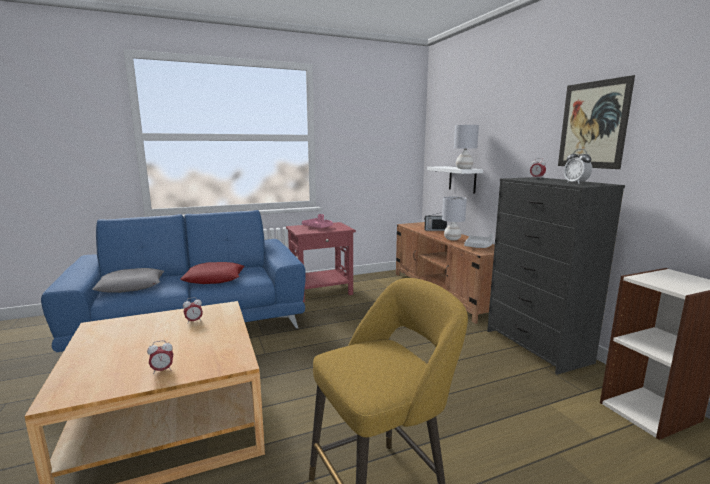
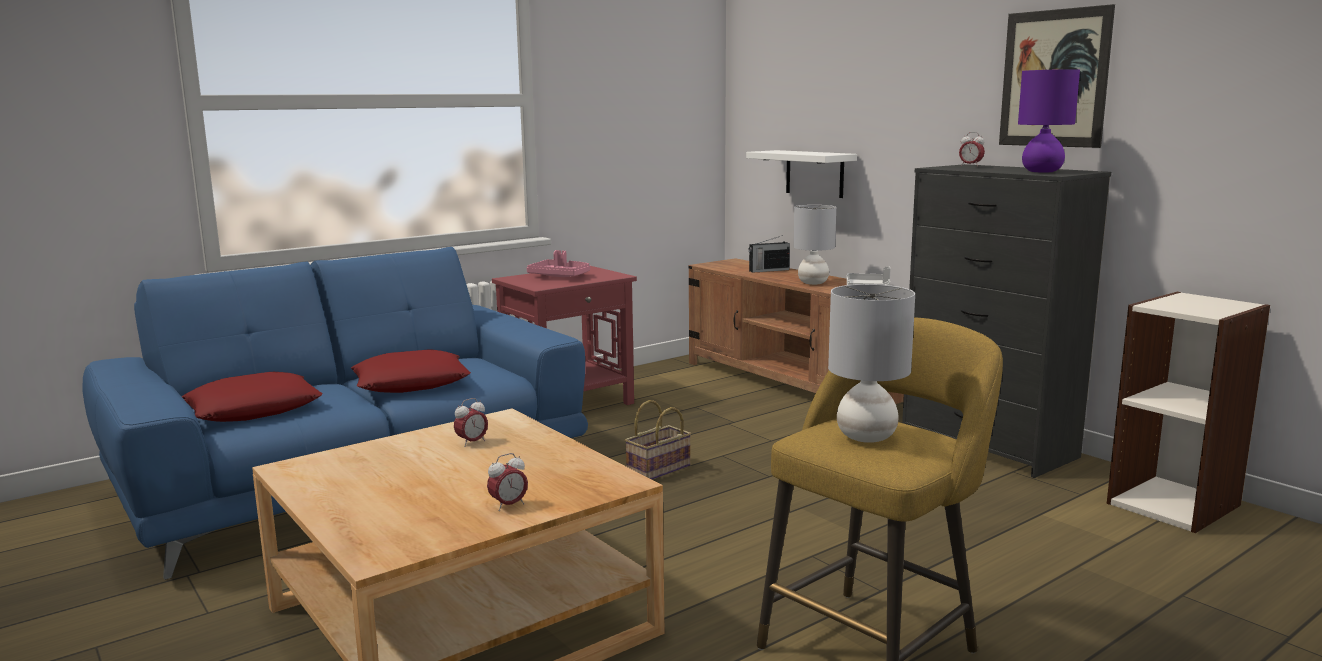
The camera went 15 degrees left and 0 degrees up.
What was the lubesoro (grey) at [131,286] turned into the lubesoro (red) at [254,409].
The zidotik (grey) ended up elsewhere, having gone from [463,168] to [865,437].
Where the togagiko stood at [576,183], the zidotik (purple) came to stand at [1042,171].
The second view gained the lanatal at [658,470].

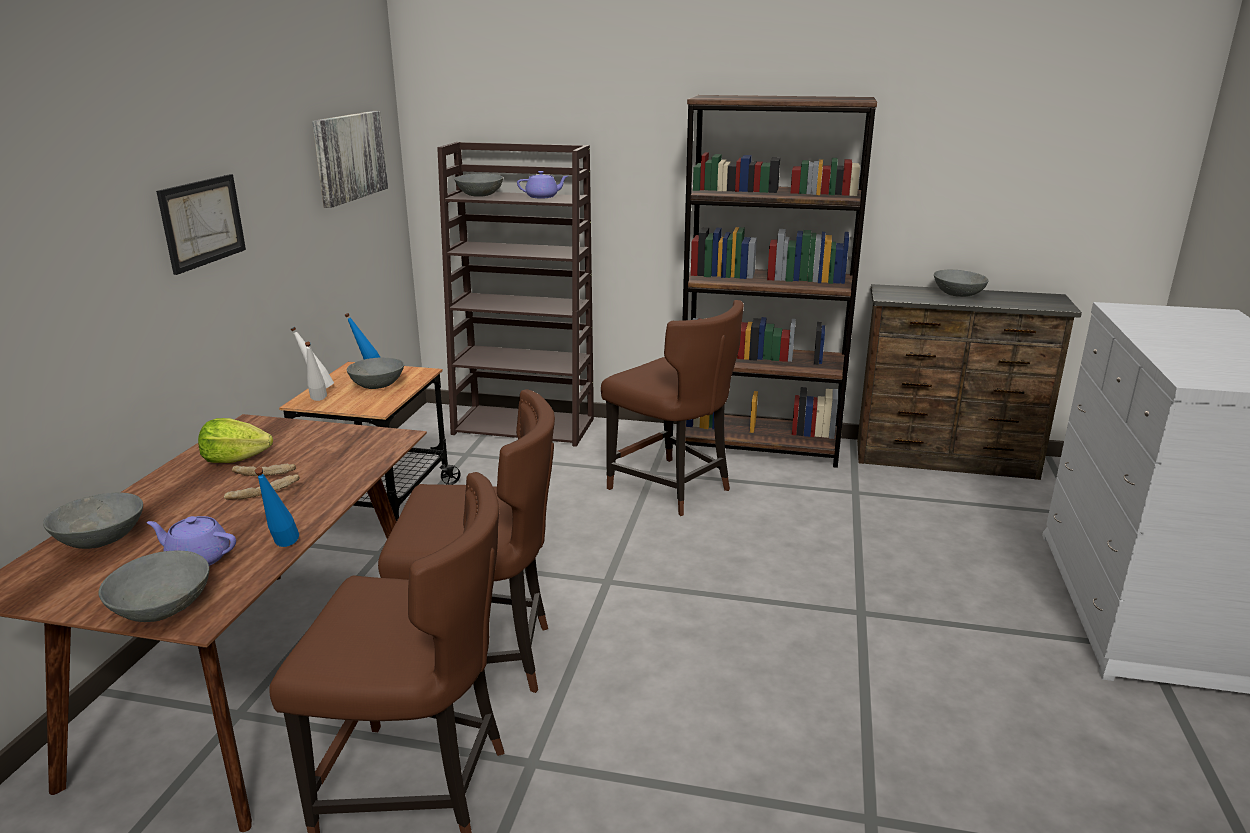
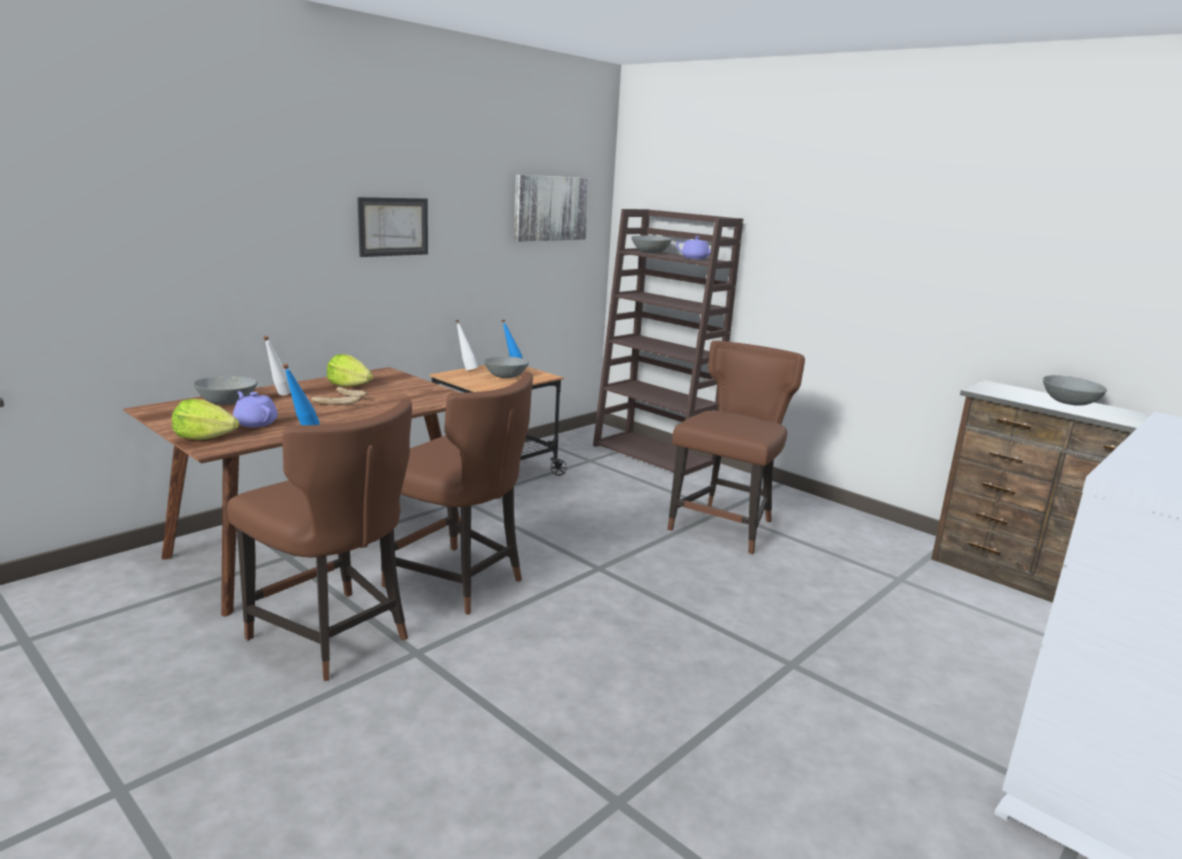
The camera went 30 degrees right and 5 degrees down.
Where the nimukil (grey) stood at [161,607], the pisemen came to stand at [204,437].
The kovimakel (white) ended up elsewhere, having gone from [318,401] to [279,395].
The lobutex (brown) at [672,488] ended up facing another way, 135 degrees counterclockwise from before.
The second view lost the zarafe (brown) at [759,446].

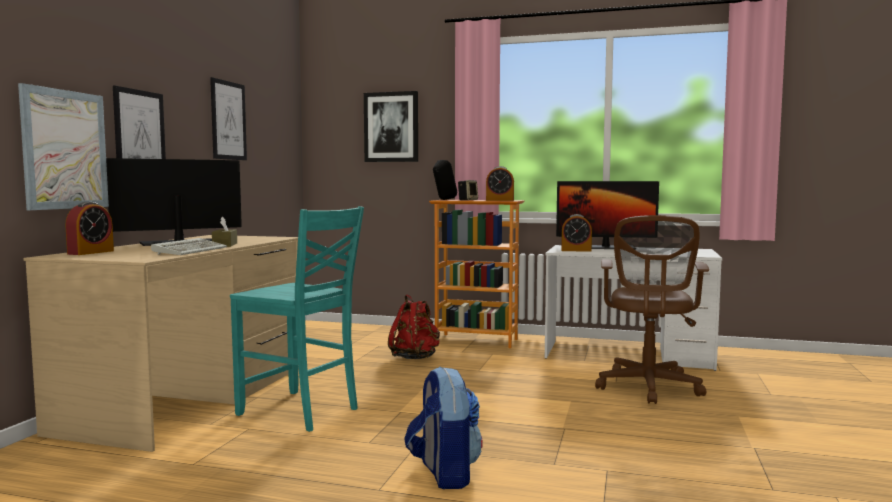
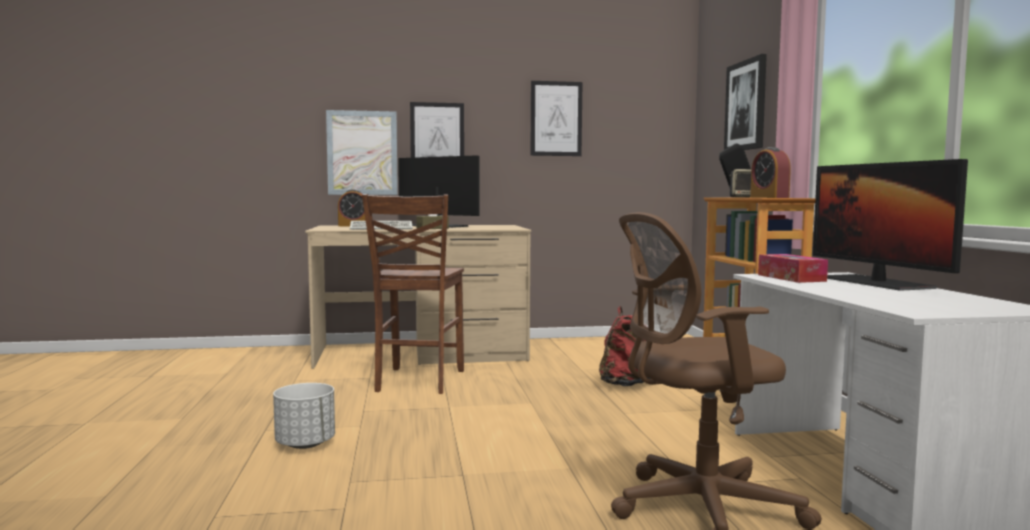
The camera went 65 degrees right and 0 degrees up.
What was the lobutex (turquoise) at [300,412] turned into the lobutex (brown) at [417,381].
Where the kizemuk stood at [444,473], the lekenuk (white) came to stand at [305,444].
Where the togagiko stood at [576,250], the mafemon came to stand at [791,278].

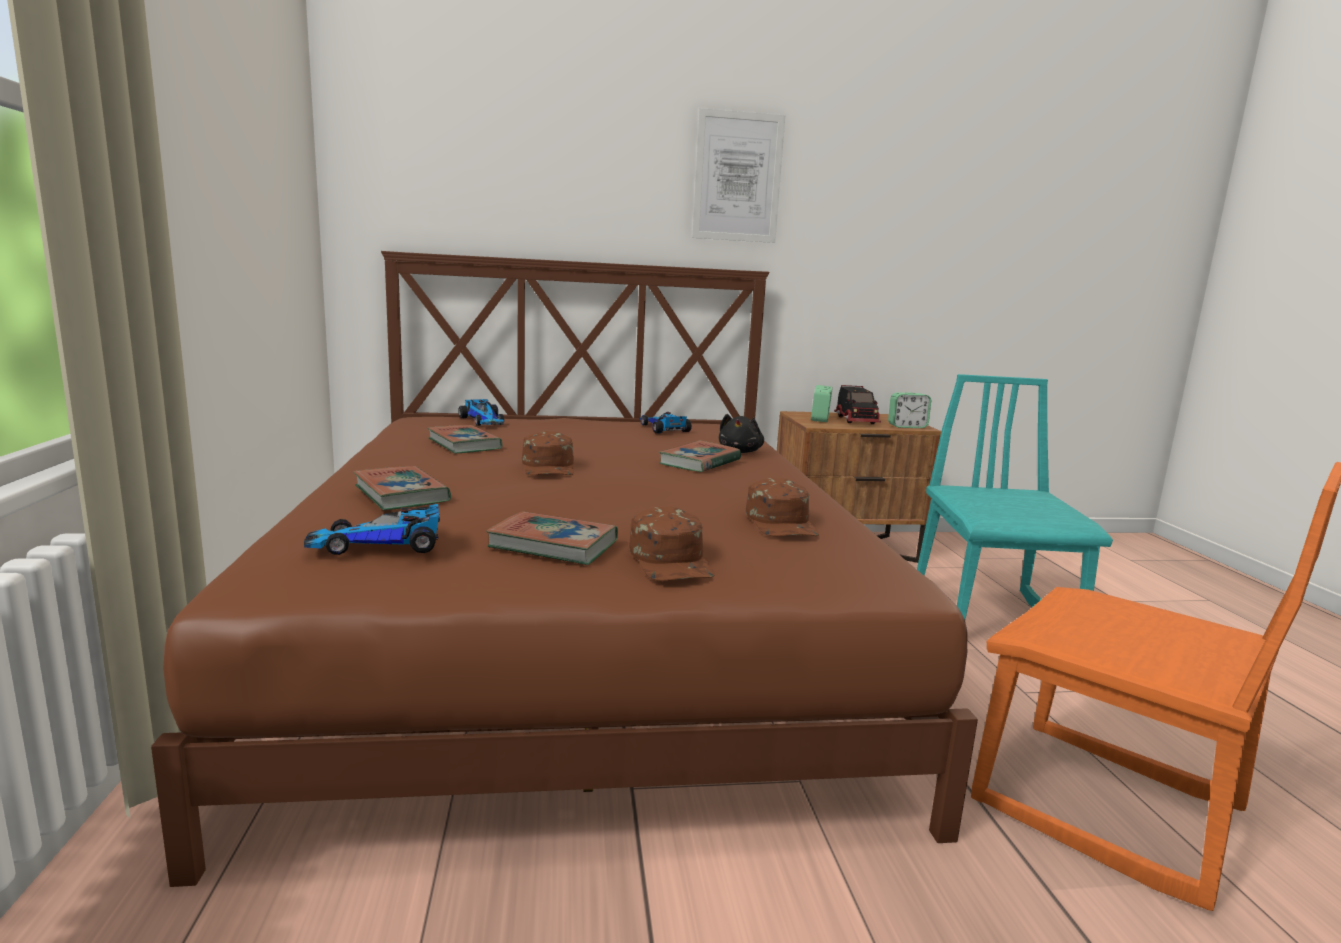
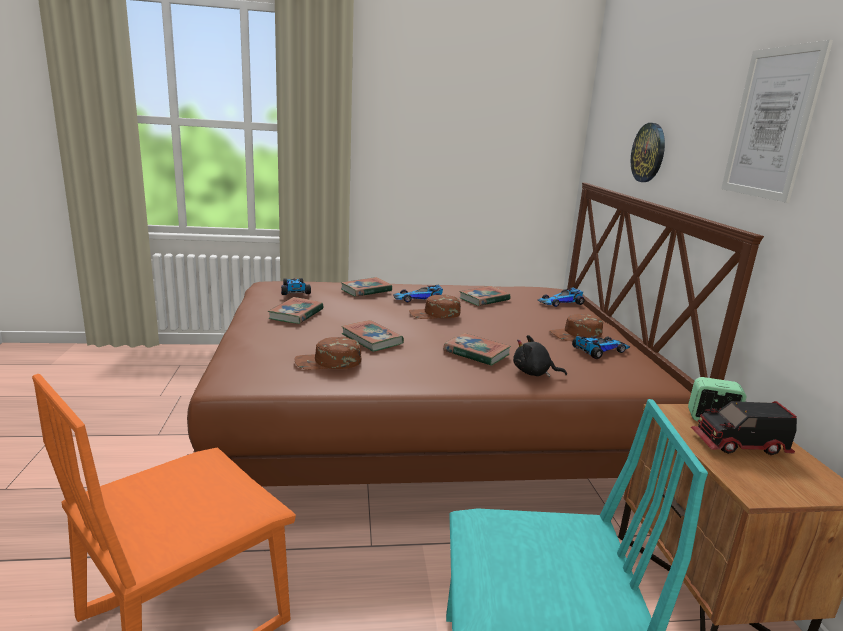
The camera went 90 degrees right and 5 degrees up.
The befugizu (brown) ended up elsewhere, having gone from [672,560] to [576,334].
The second view lost the togagiko at [907,426].
The second view gained the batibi at [372,339].
The second view gained the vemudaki at [419,299].
The second view gained the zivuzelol at [648,152].

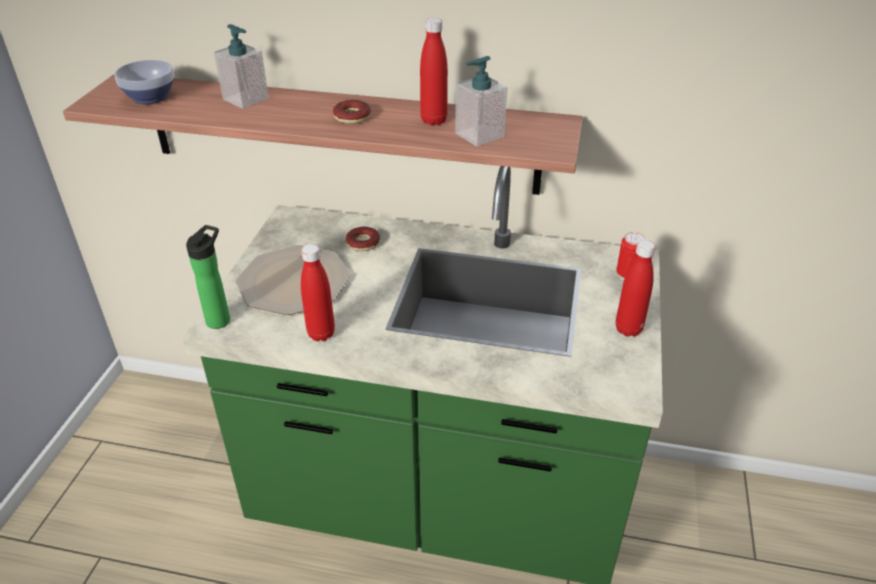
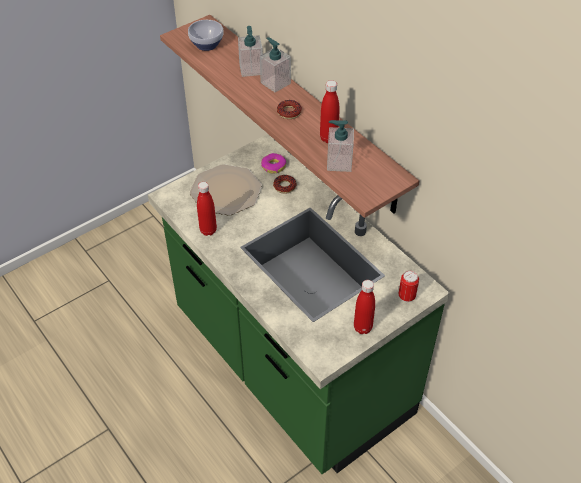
The camera went 40 degrees right and 10 degrees up.
The second view lost the kovimakel at [220,319].
The second view gained the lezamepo at [275,83].
The second view gained the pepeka at [273,166].

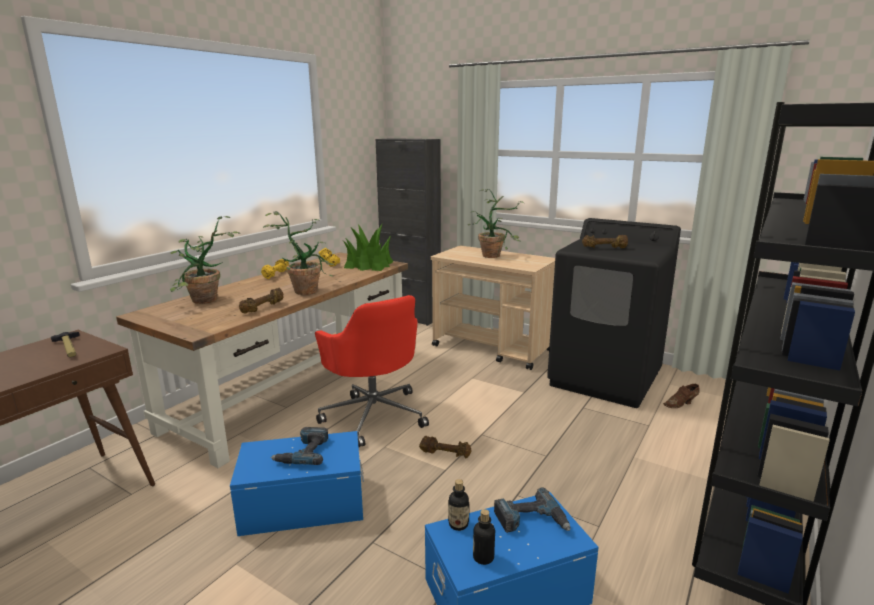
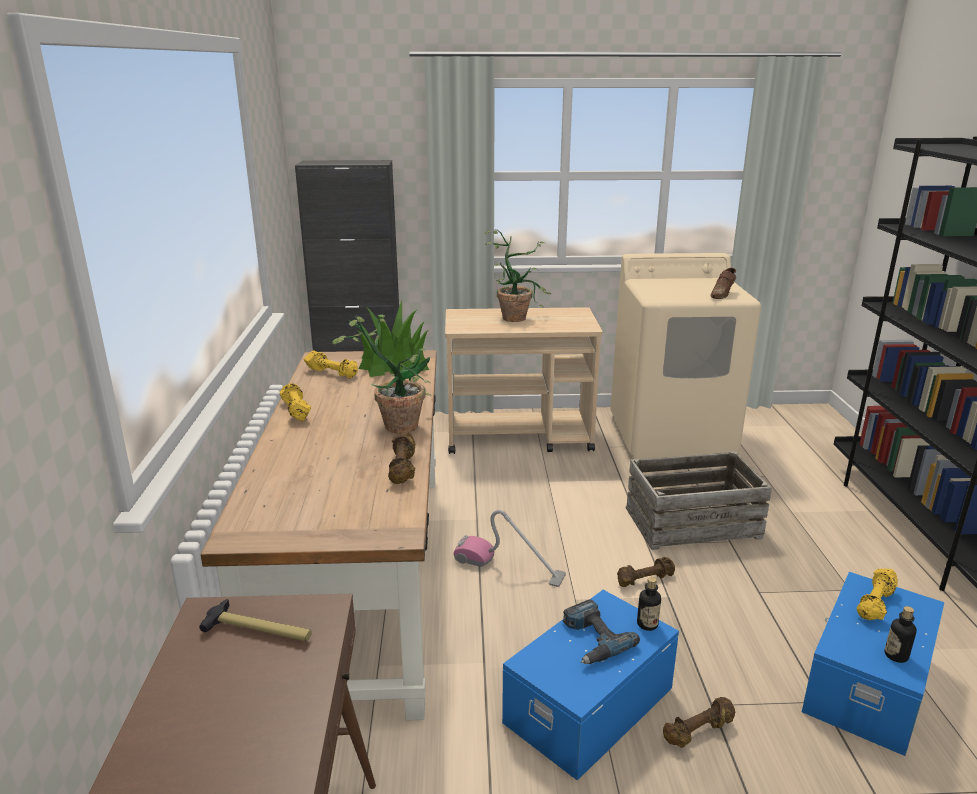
The camera went 35 degrees left and 5 degrees up.
The second view lost the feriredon at [205,302].
Where the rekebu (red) stood at [374,415], the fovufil came to stand at [509,567].
The kovimakel ended up elsewhere, having gone from [458,524] to [647,624].
Where the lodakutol stood at [531,520], the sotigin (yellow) came to stand at [876,604].
What was the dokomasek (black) at [605,379] turned into the dokomasek (beige) at [671,438].
The sotigin (brown) ended up elsewhere, having gone from [604,248] to [698,732].
The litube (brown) ended up elsewhere, having gone from [681,404] to [723,294].
The second view gained the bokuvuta at [692,524].

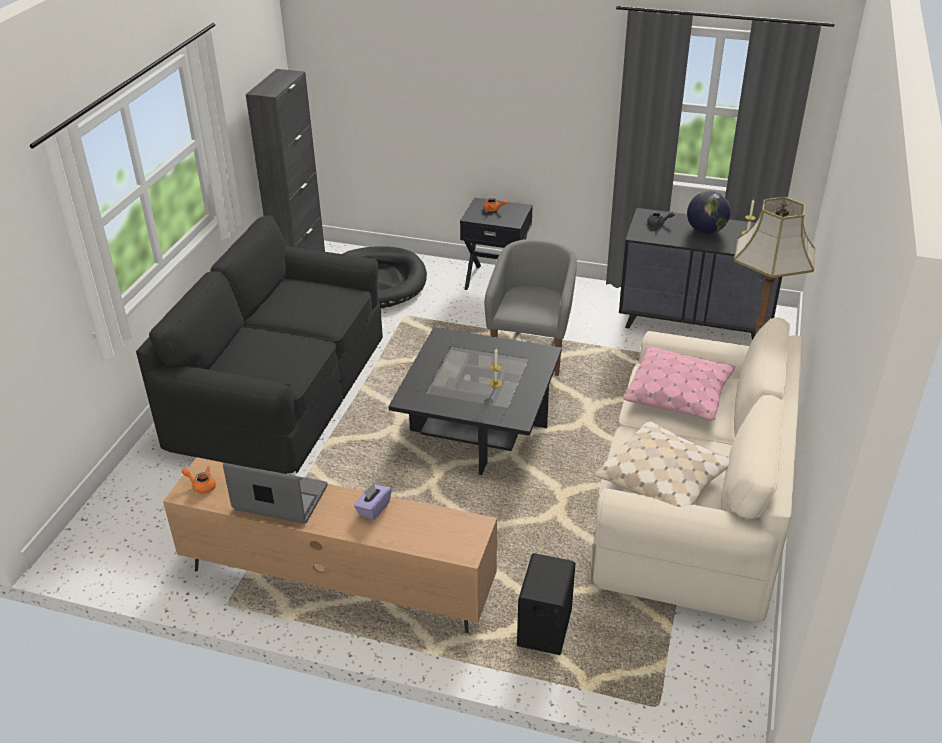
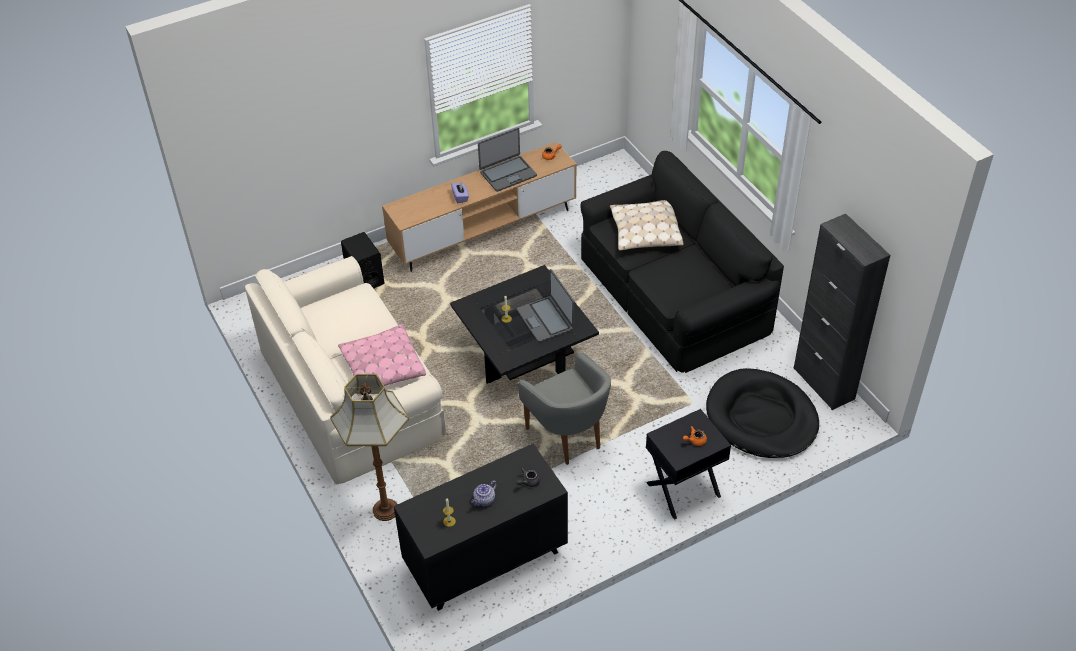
The camera went 135 degrees right and 10 degrees up.
The lubesoro (beige) ended up elsewhere, having gone from [663,480] to [645,233].
Where the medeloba stood at [706,230], the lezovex came to stand at [484,500].
The second view gained the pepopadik at [545,320].

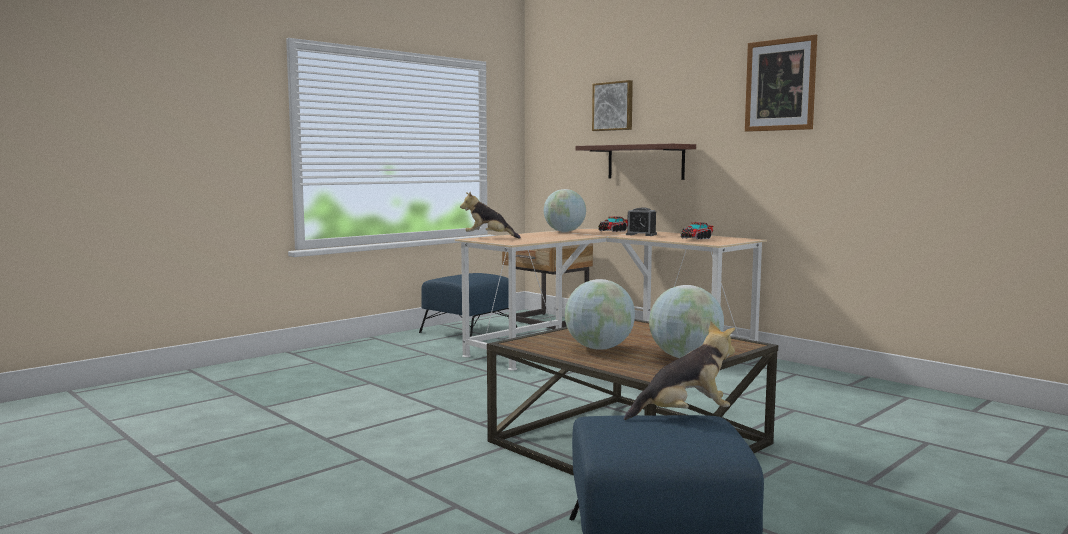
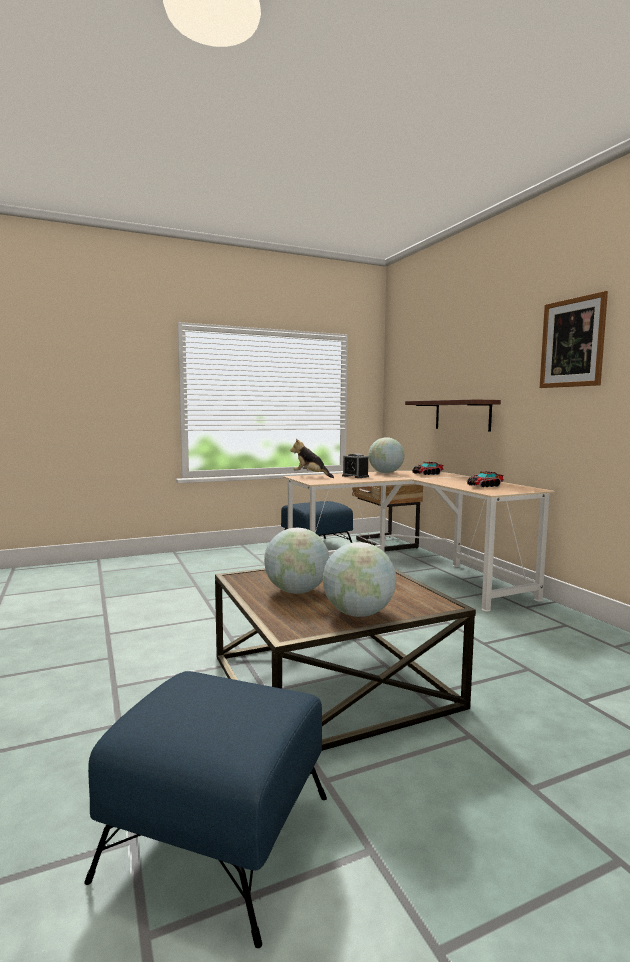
The camera went 20 degrees right and 0 degrees up.
The second view lost the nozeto at [613,106].
The second view lost the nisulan at [684,415].
The togagiko ended up elsewhere, having gone from [641,234] to [355,476].

